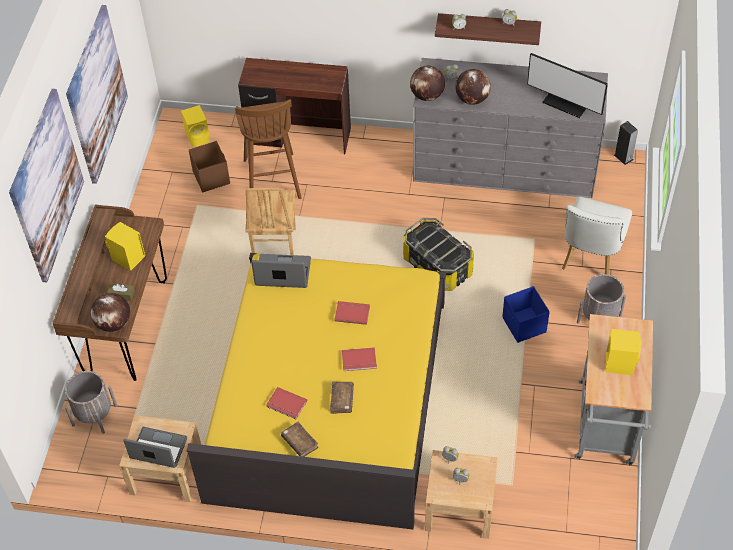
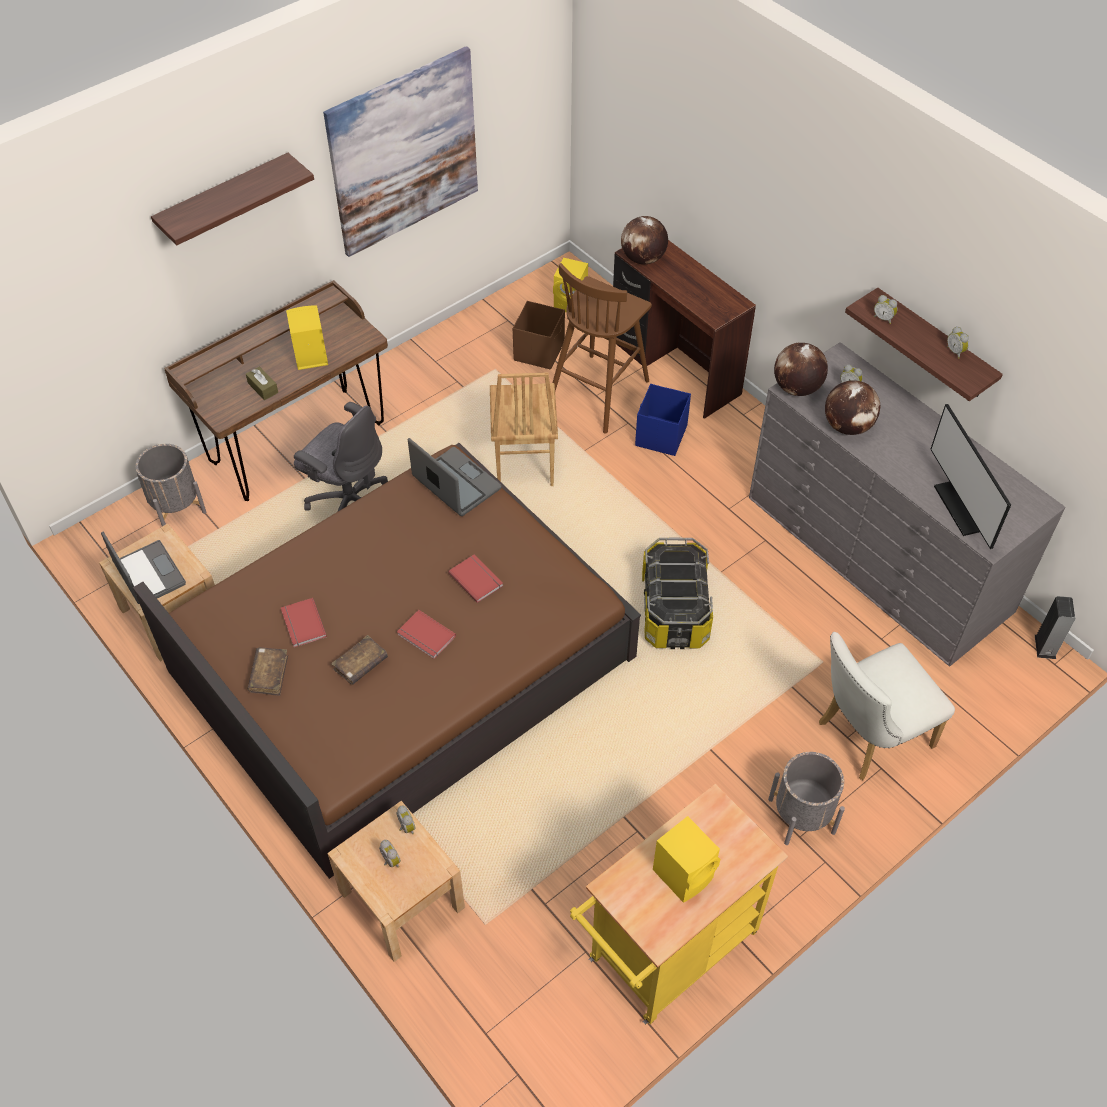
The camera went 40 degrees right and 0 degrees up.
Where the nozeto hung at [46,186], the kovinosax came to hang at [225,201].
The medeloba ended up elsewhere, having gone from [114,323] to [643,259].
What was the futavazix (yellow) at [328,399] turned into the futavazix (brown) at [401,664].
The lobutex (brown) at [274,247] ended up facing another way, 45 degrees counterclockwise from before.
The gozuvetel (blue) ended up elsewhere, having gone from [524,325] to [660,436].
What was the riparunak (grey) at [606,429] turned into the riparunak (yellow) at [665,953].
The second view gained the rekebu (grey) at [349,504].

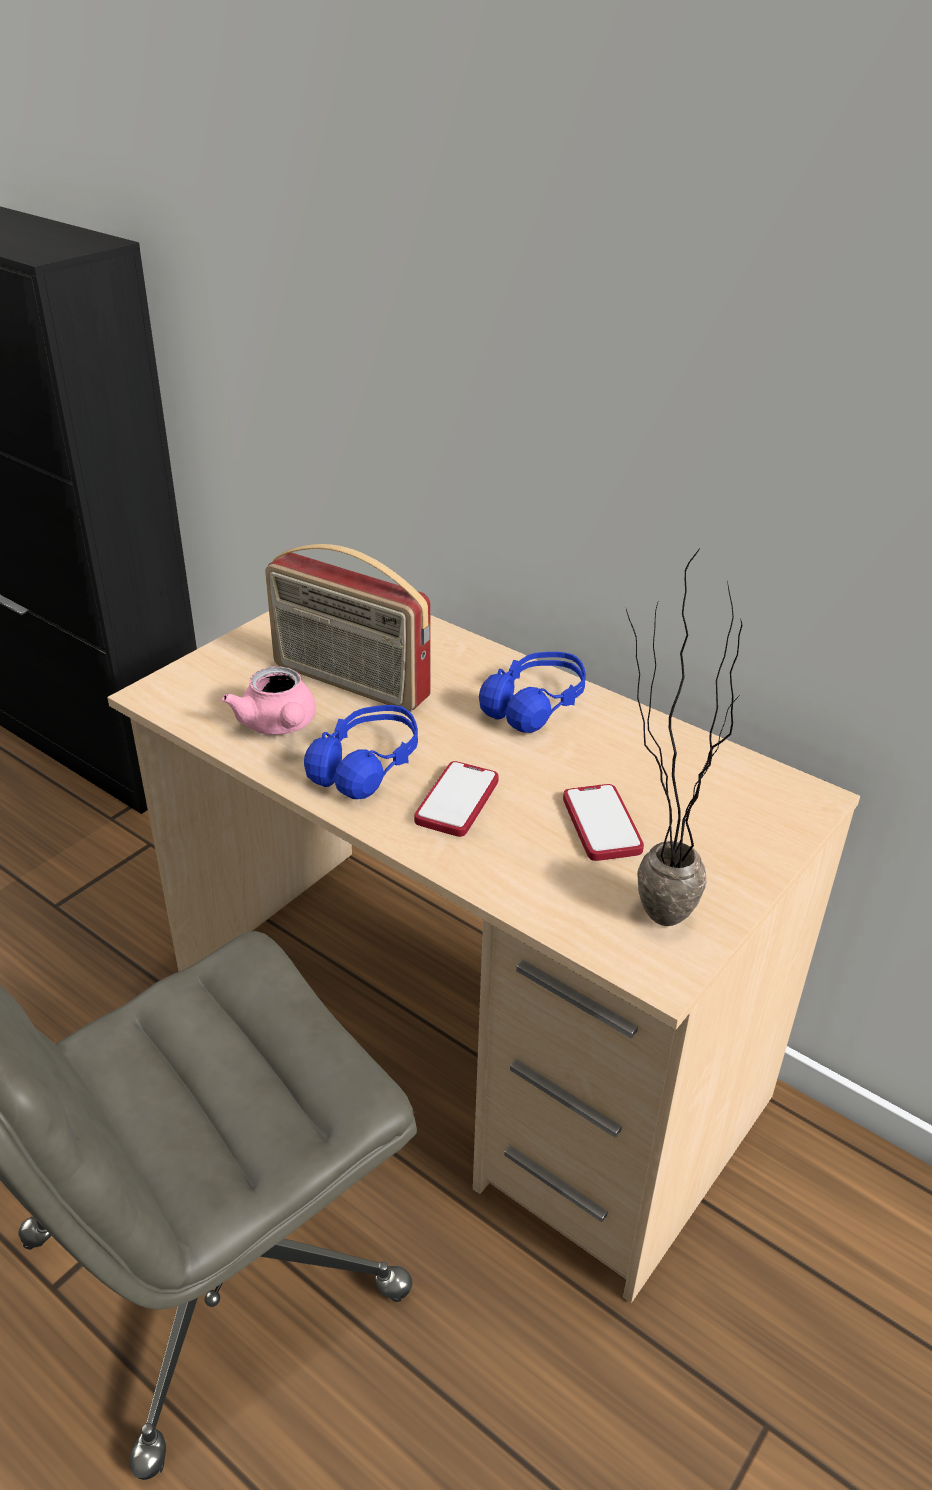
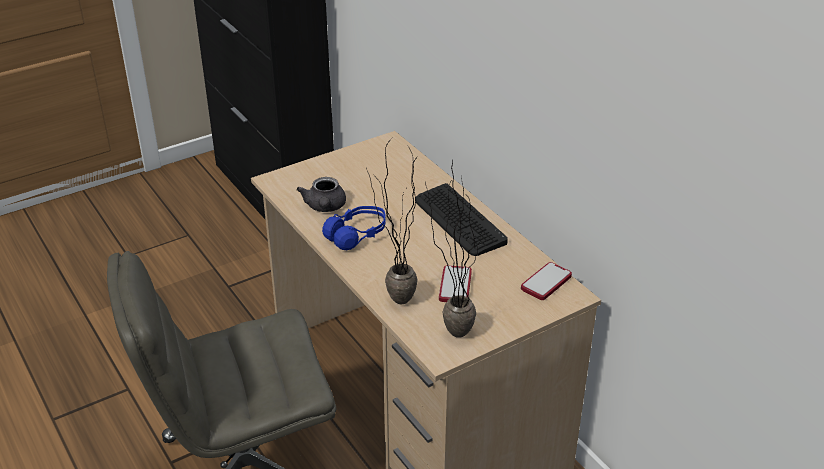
The camera went 20 degrees right and 0 degrees up.
What was the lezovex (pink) at [279,726] turned into the lezovex (grey) at [325,207].
The second view lost the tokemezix at [349,683].
The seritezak ended up elsewhere, having gone from [457,801] to [546,282].
Where the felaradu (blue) stood at [535,705], the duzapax came to stand at [459,221].
The second view gained the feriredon at [392,303].

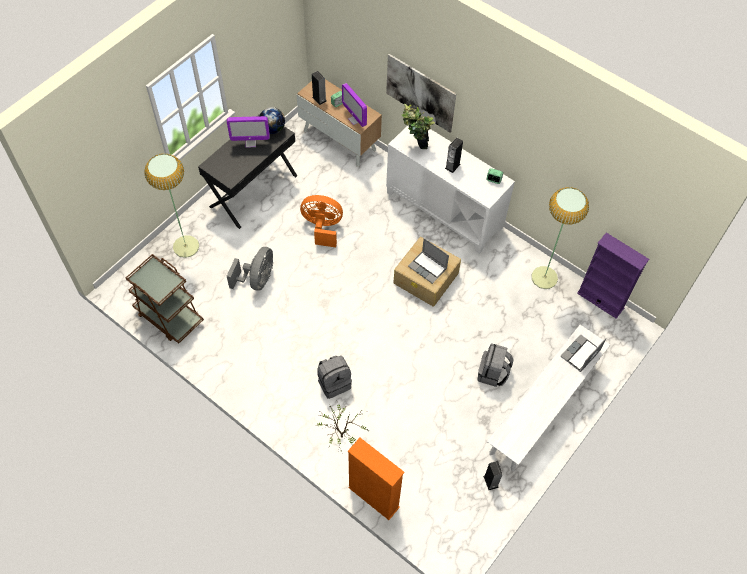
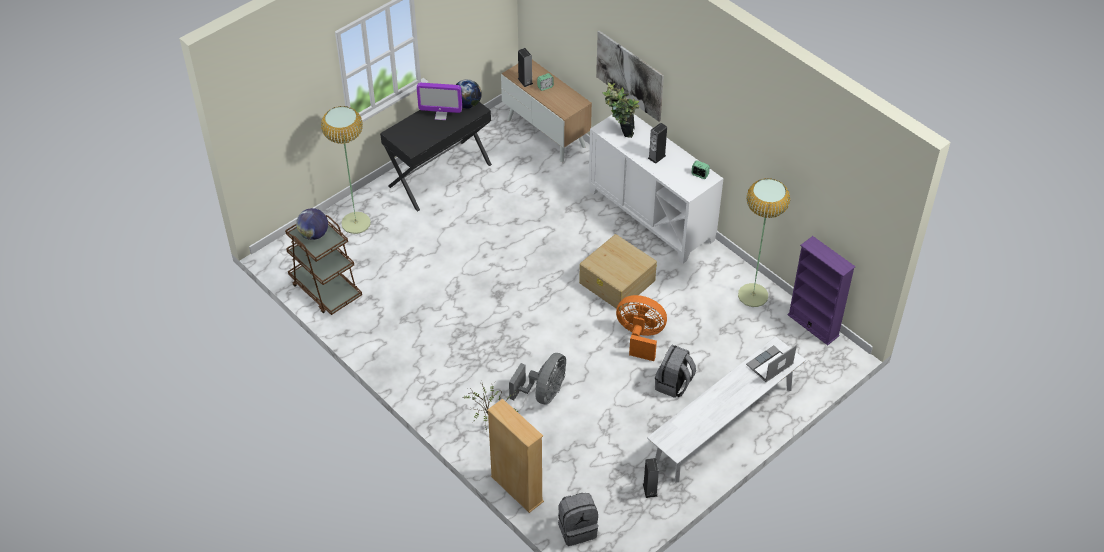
The camera went 10 degrees right and 10 degrees down.
The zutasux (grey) ended up elsewhere, having gone from [257,280] to [543,393].
The zutasux (orange) ended up elsewhere, having gone from [322,227] to [640,337].
The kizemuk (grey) ended up elsewhere, having gone from [334,383] to [577,529].
The second view lost the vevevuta at [355,119].
What was the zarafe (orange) at [373,497] turned into the zarafe (beige) at [516,489].
The second view lost the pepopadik at [428,267].
The second view gained the medeloba at [314,234].

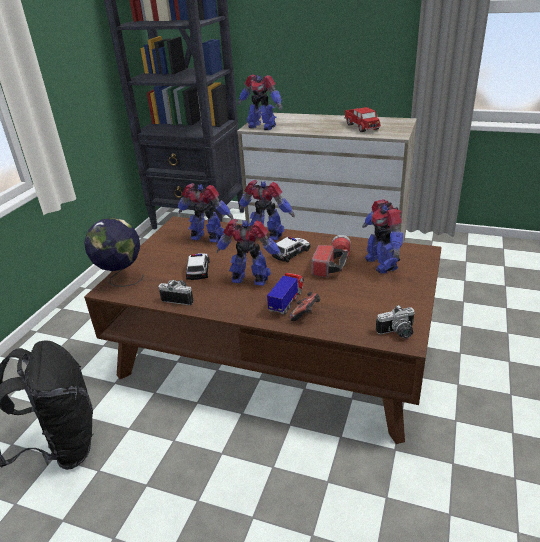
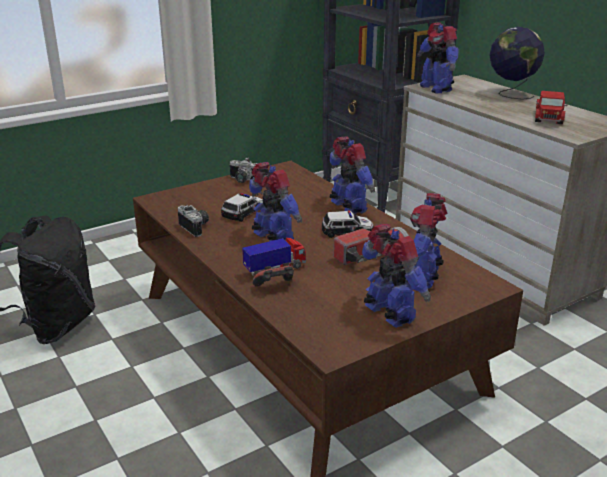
The camera went 35 degrees right and 5 degrees down.
The medeloba ended up elsewhere, having gone from [121,279] to [511,94].
The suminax ended up elsewhere, having gone from [207,238] to [389,314].
The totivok ended up elsewhere, having gone from [398,333] to [242,180].

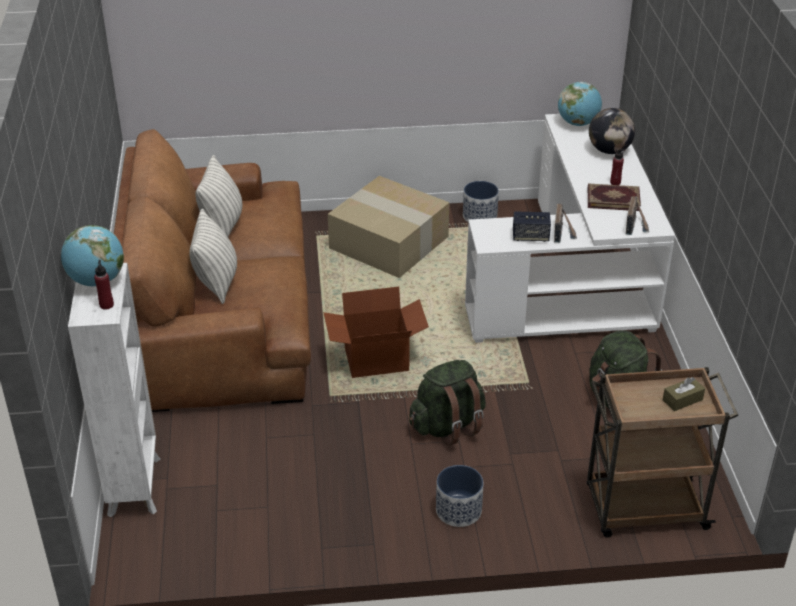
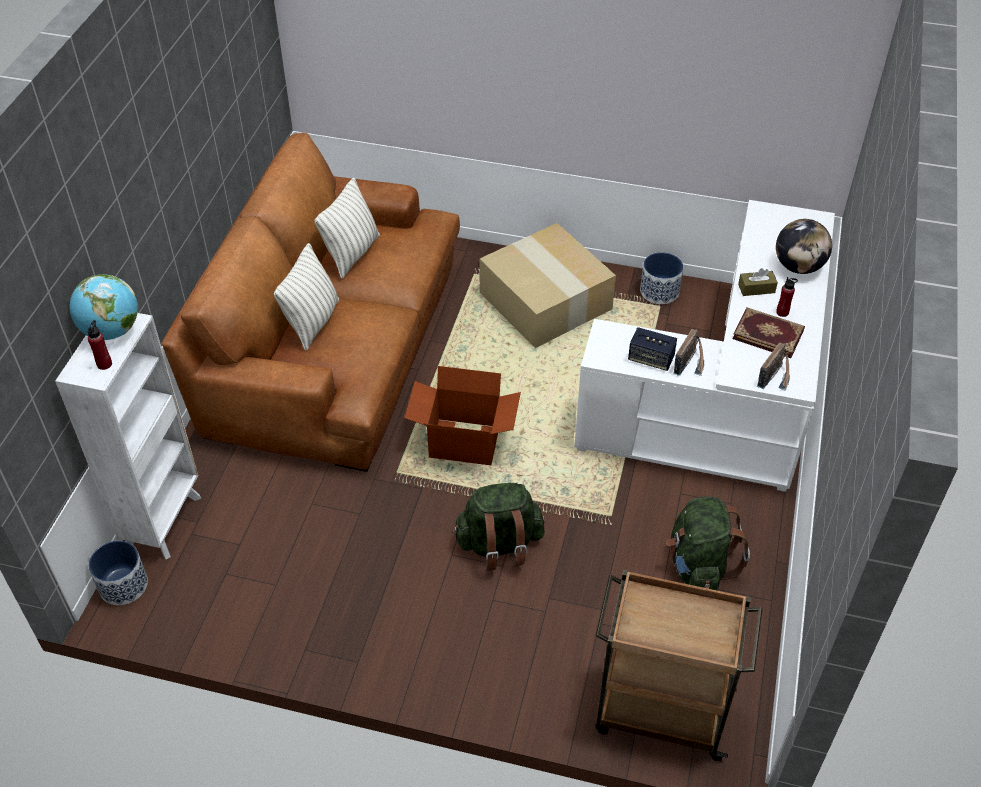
The camera went 20 degrees right and 10 degrees up.
The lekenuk ended up elsewhere, having gone from [458,510] to [123,585].
The second view lost the medeloba at [578,123].
The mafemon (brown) ended up elsewhere, having gone from [682,400] to [756,288].

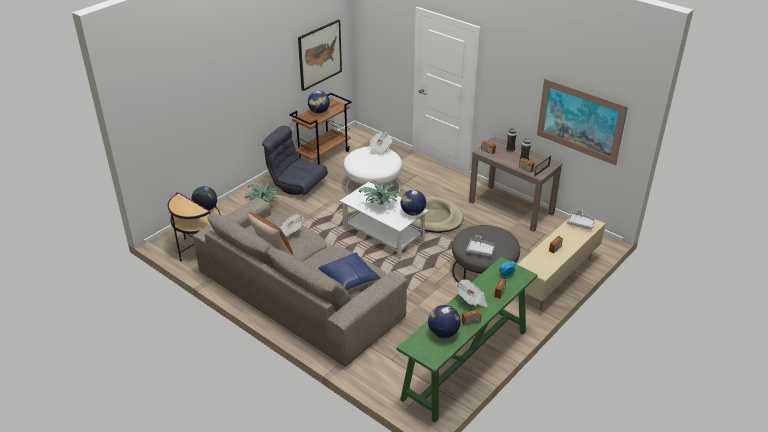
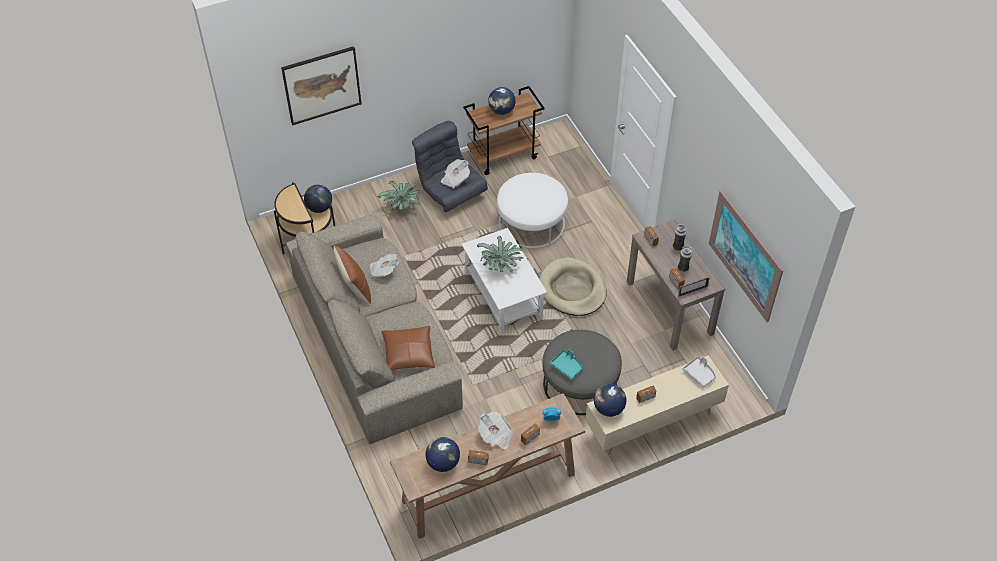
The camera went 25 degrees right and 15 degrees up.
The nozeto ended up elsewhere, having gone from [319,54] to [322,85].
What was the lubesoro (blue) at [349,279] turned into the lubesoro (brown) at [408,354].
The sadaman ended up elsewhere, having gone from [379,149] to [455,179].
What was the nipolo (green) at [465,365] turned into the nipolo (brown) at [488,488].
The medeloba ended up elsewhere, having gone from [412,213] to [608,409].
What was the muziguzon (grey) at [480,250] turned into the muziguzon (turquoise) at [567,367].

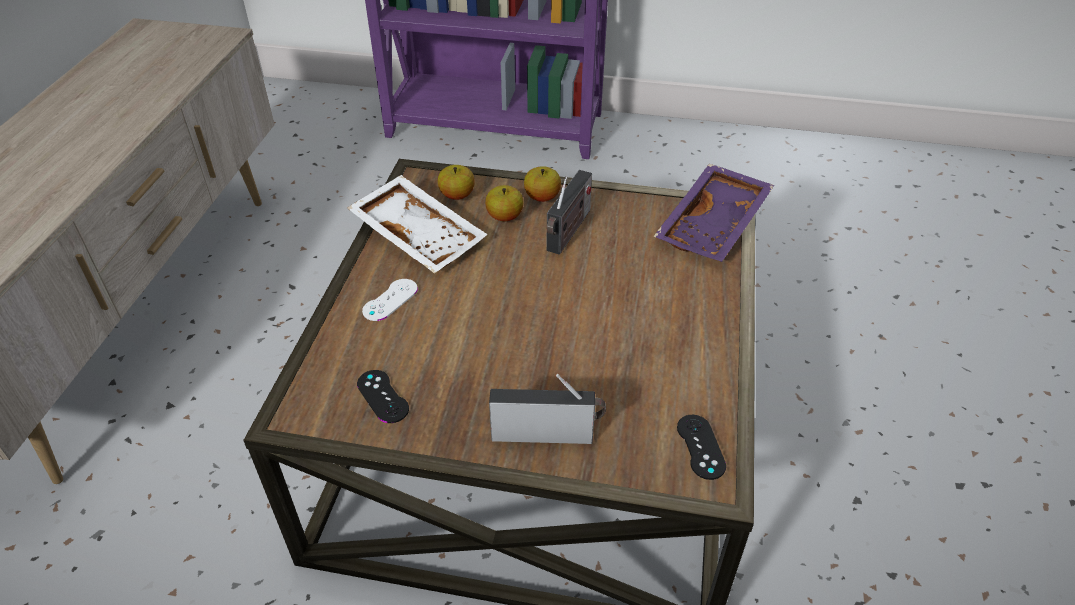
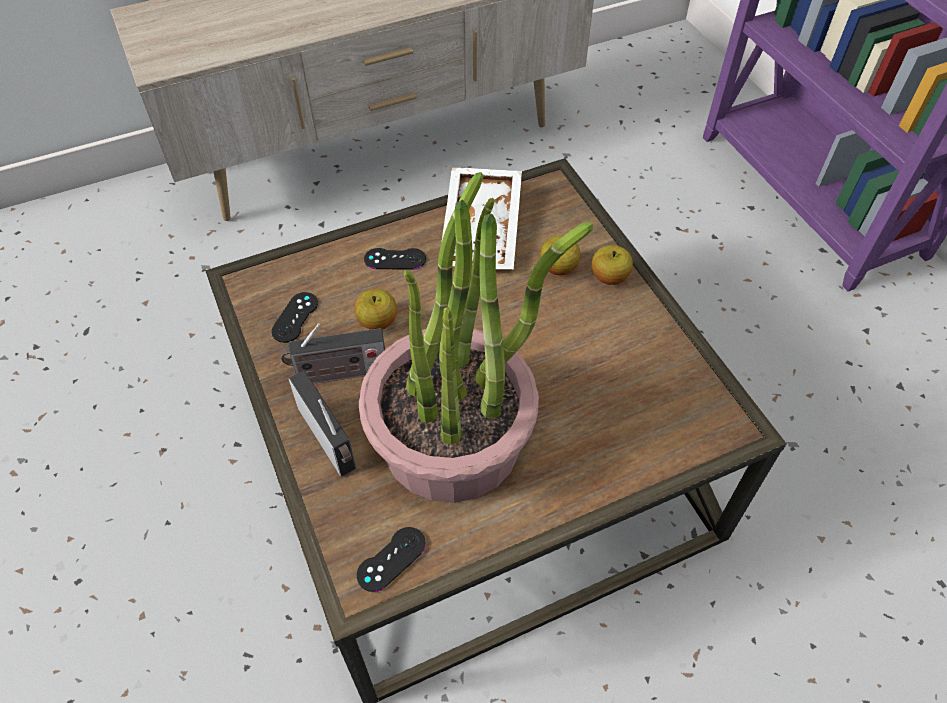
The camera went 55 degrees right and 10 degrees up.
What was the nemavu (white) at [390,300] turned into the nemavu (black) at [395,259].
The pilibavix ended up elsewhere, having gone from [457,195] to [377,321].
The tokemezix ended up elsewhere, having gone from [568,233] to [338,374].
The second view lost the muziguzon (purple) at [714,226].
The second view gained the feriredon at [453,439].

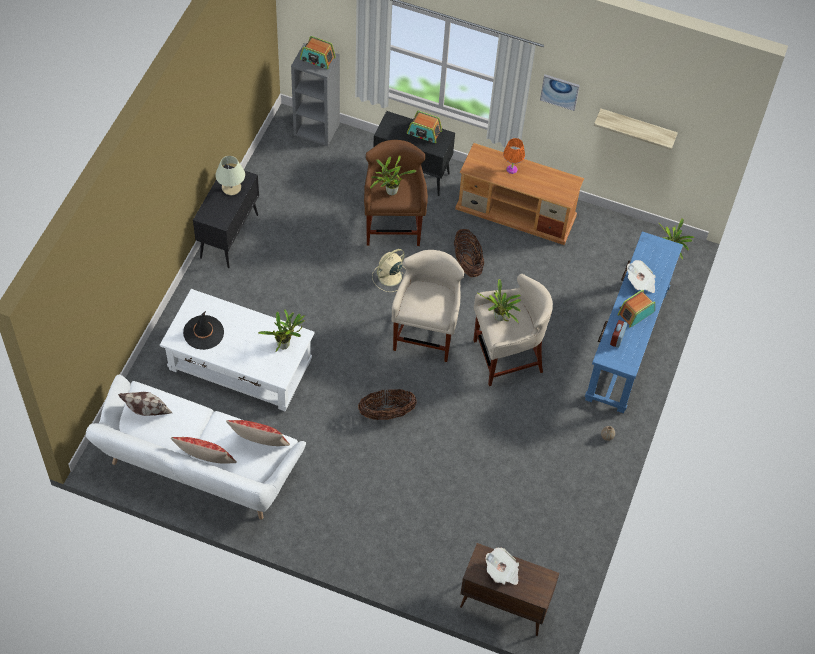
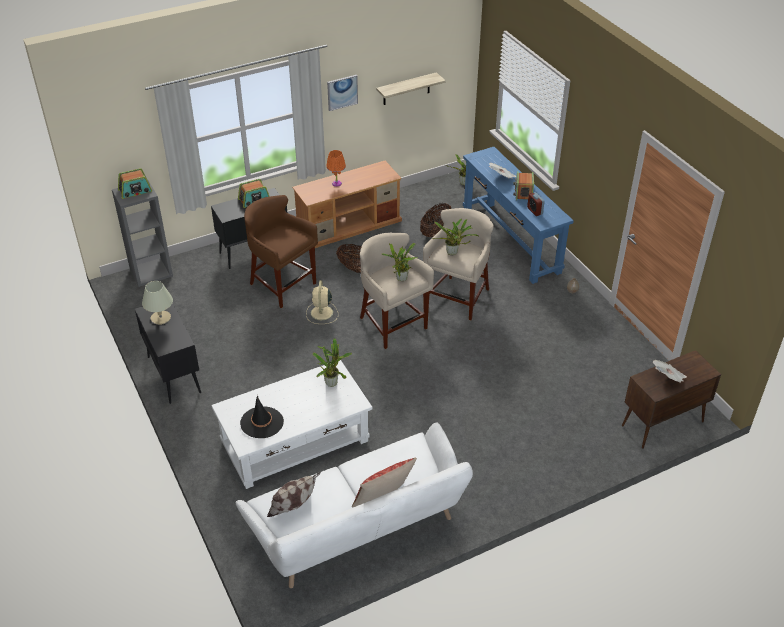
The camera went 45 degrees left and 15 degrees down.
The second view lost the lubesoro at [259,445].
The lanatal ended up elsewhere, having gone from [386,413] to [435,231].
The feriredon ended up elsewhere, having gone from [390,192] to [401,279].

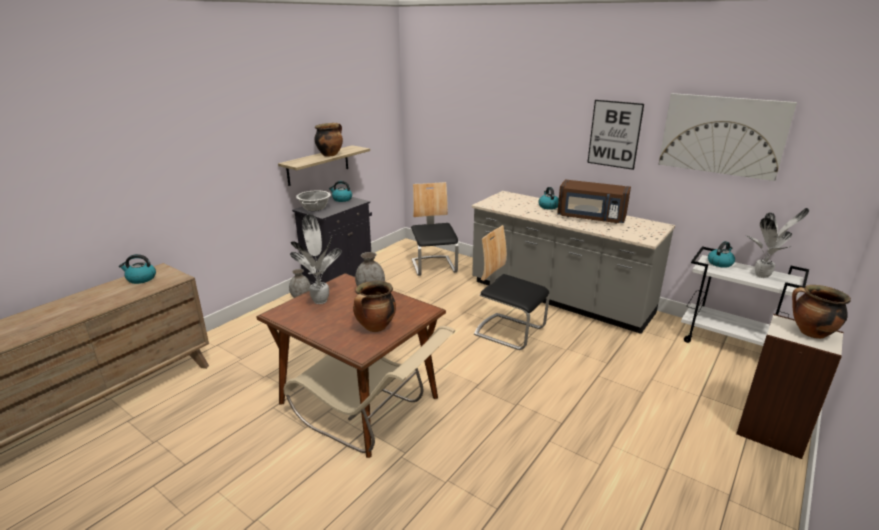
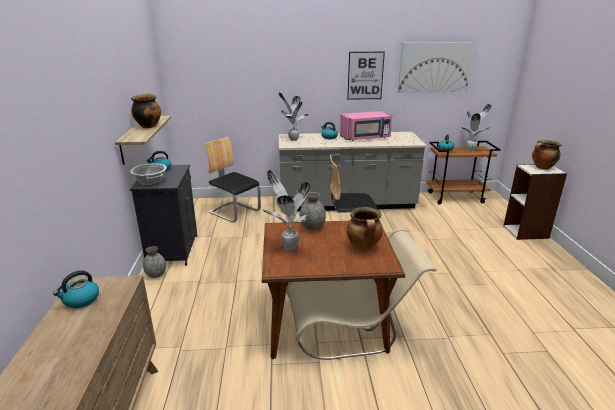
The camera went 40 degrees left and 0 degrees up.
What was the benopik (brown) at [591,218] turned into the benopik (pink) at [366,138].
What was the riparunak (white) at [728,343] turned into the riparunak (brown) at [456,197].
The second view gained the feriredon at [292,140].

